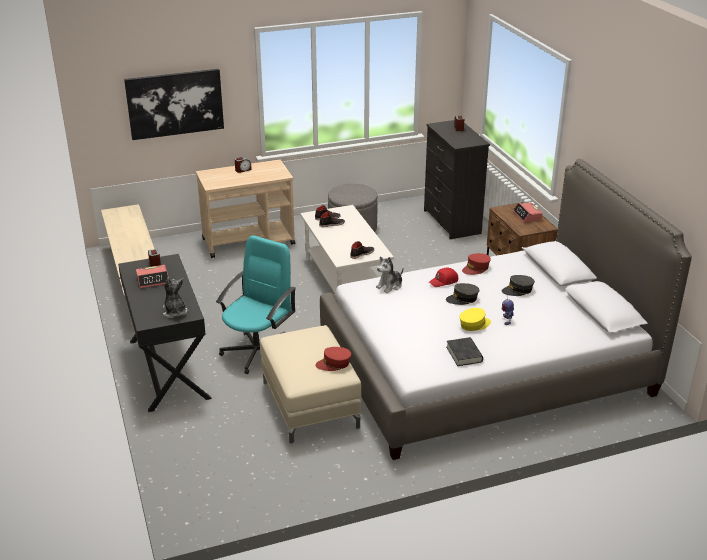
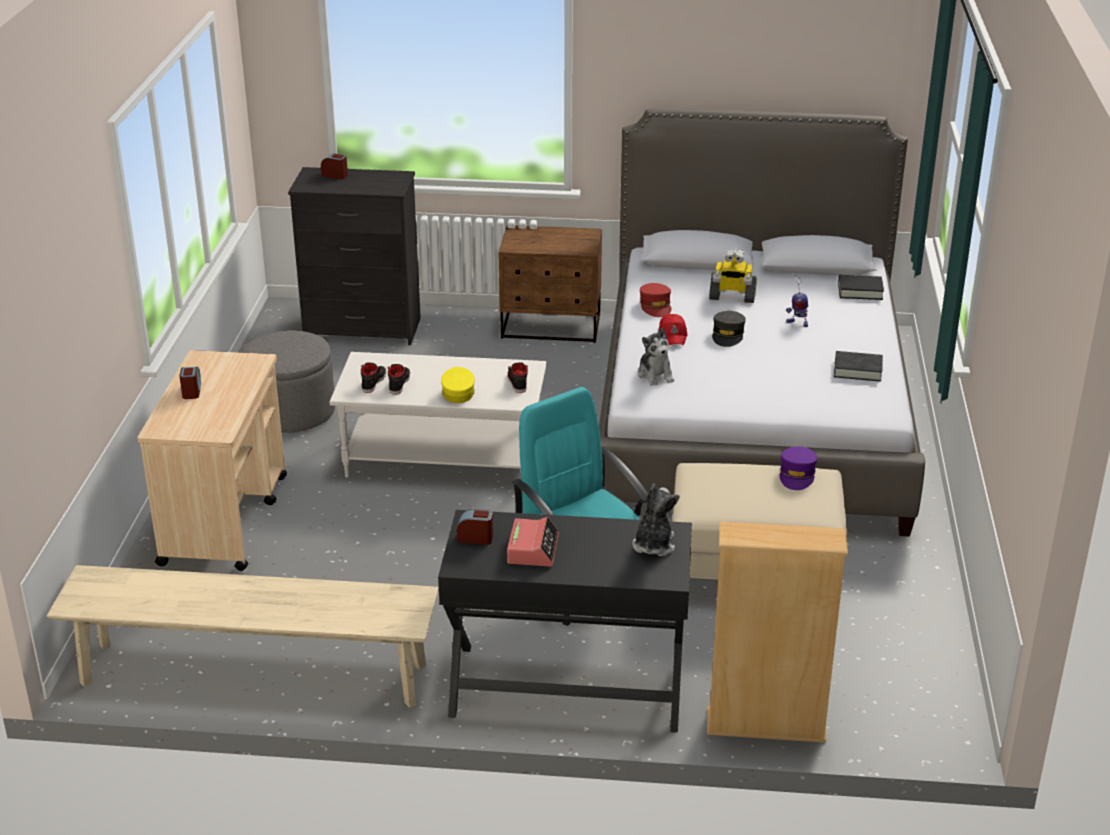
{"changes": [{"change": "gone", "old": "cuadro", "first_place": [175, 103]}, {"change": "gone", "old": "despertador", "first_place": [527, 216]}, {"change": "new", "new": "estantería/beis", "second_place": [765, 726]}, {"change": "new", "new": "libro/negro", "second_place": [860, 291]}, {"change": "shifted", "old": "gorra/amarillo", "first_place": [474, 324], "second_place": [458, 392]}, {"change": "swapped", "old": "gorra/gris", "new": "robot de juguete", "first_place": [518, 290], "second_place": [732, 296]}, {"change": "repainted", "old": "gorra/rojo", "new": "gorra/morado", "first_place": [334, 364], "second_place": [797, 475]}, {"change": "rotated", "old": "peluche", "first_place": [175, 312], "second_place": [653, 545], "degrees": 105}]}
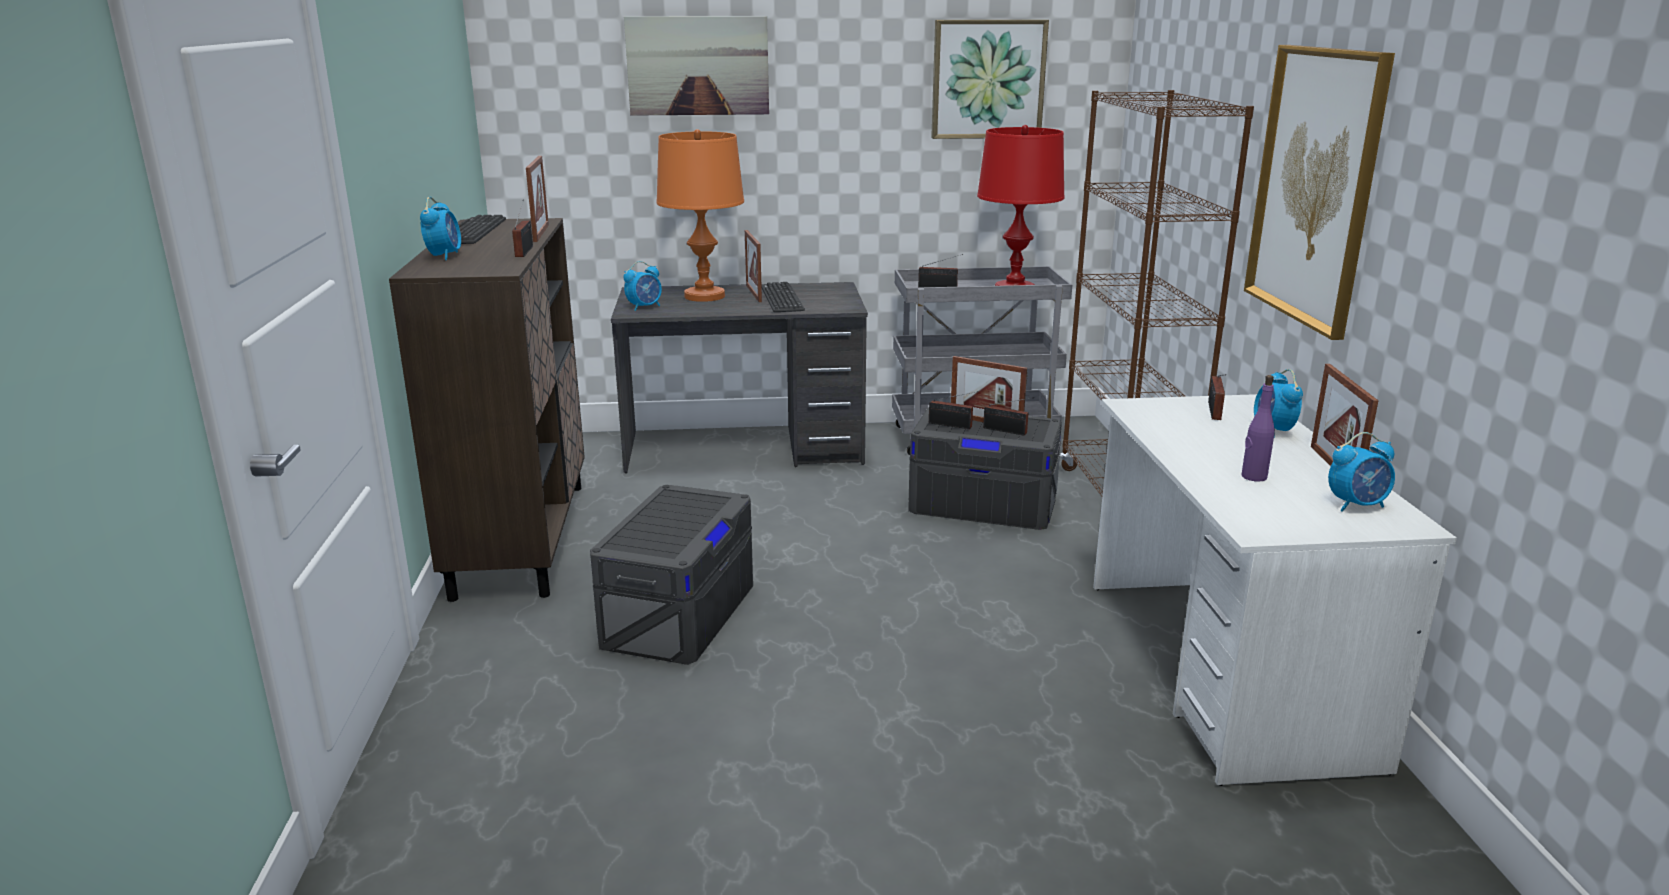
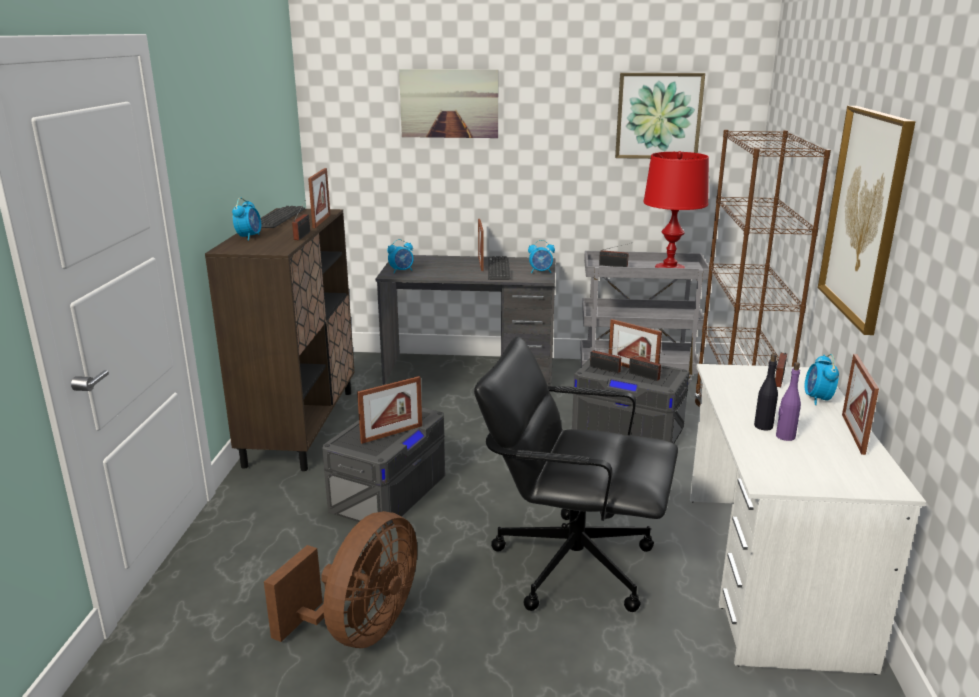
{"changes": [{"change": "gone", "old": "lámpara de mesa/naranja", "first_place": [704, 296]}, {"change": "new", "new": "ventilador/marrón", "second_place": [359, 629]}, {"change": "new", "new": "portarretratos", "second_place": [392, 434]}, {"change": "new", "new": "silla de oficina/negro", "second_place": [572, 563]}, {"change": "new", "new": "botella/negro", "second_place": [763, 426]}, {"change": "shifted", "old": "despertador", "first_place": [1357, 505], "second_place": [541, 272]}]}
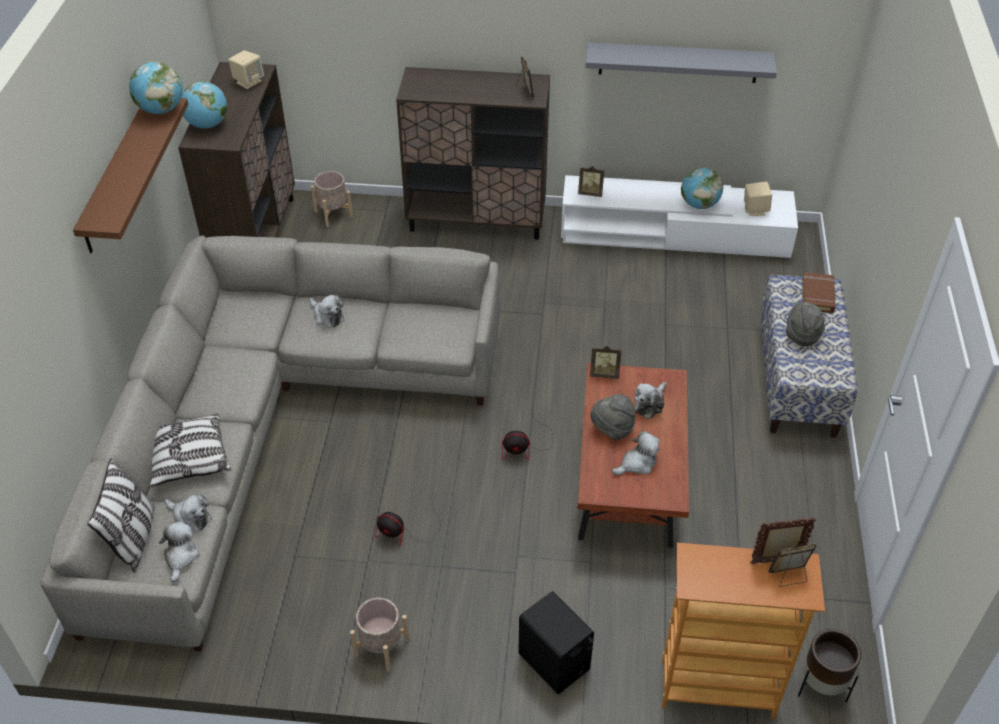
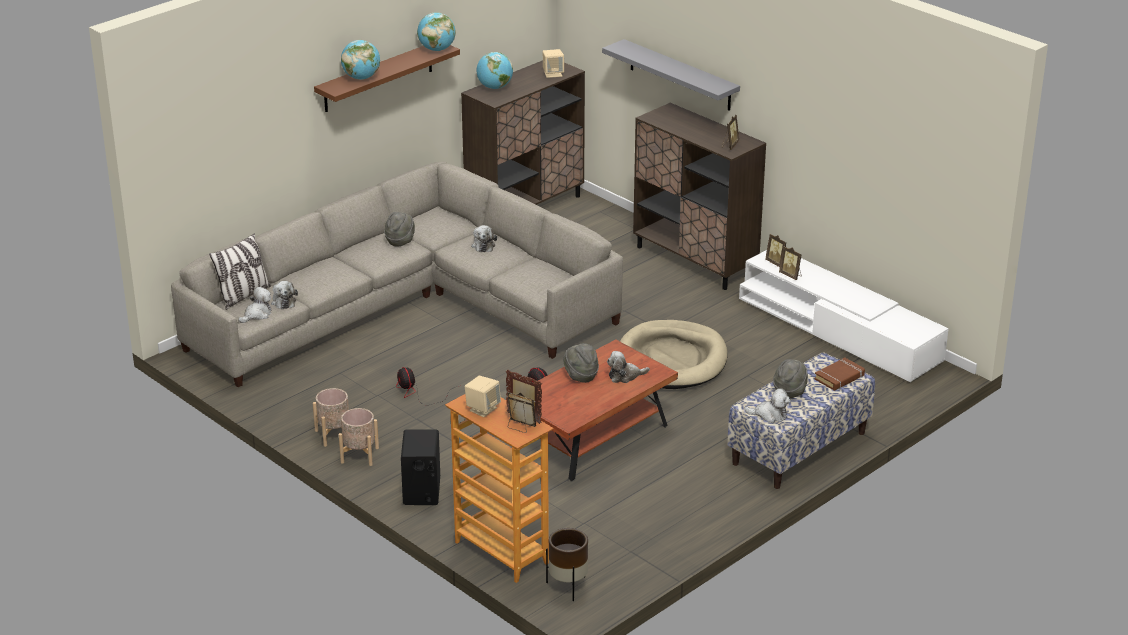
{"changes": [{"change": "gone", "old": "cojín", "first_place": [189, 459]}, {"change": "new", "new": "sombrero/gris", "second_place": [400, 240]}, {"change": "new", "new": "cama para perro/beis", "second_place": [671, 360]}, {"change": "shifted", "old": "maceta/beis", "first_place": [333, 214], "second_place": [360, 455]}, {"change": "shifted", "old": "estante/gris", "first_place": [678, 62], "second_place": [680, 75]}, {"change": "shifted", "old": "portarretratos", "first_place": [604, 373], "second_place": [791, 275]}, {"change": "shifted", "old": "peluche", "first_place": [637, 463], "second_place": [769, 415]}, {"change": "shifted", "old": "globo terráqueo", "first_place": [699, 204], "second_place": [361, 78]}, {"change": "shifted", "old": "altavoz/beis", "first_place": [755, 210], "second_place": [483, 409]}]}
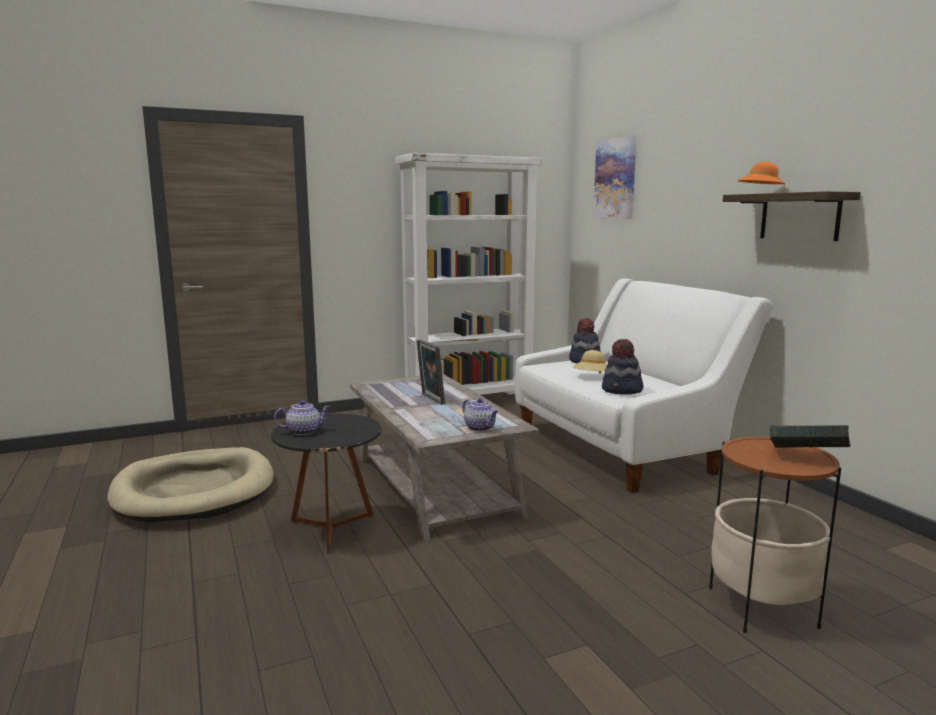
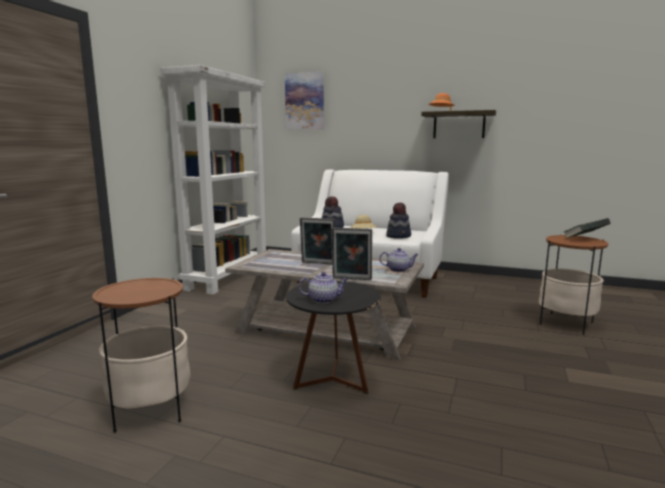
{"changes": [{"change": "new", "new": "portarretratos", "second_place": [351, 279]}, {"change": "swapped", "old": "cama para perro/beis", "new": "mesa auxiliar", "first_place": [194, 491], "second_place": [150, 410]}, {"change": "rotated", "old": "tetera", "first_place": [304, 431], "second_place": [324, 300], "degrees": 60}]}
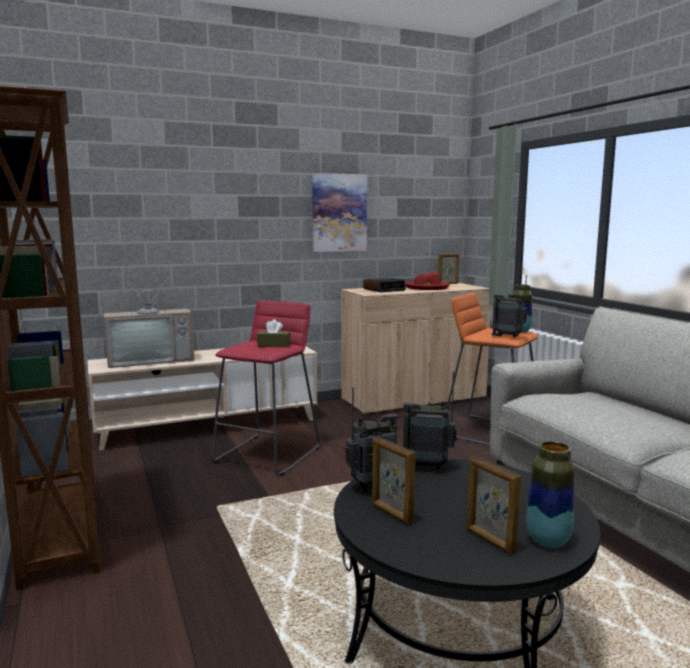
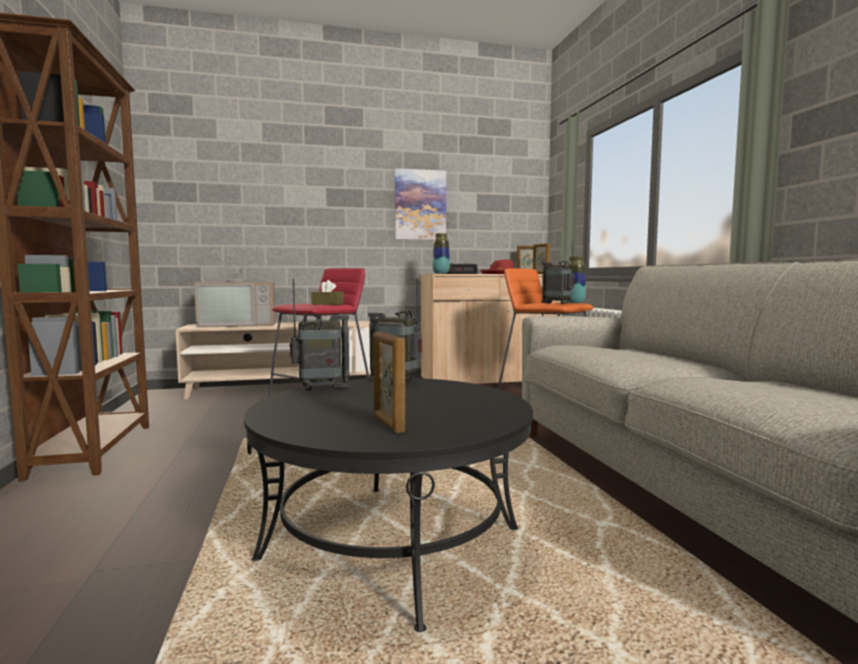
{"changes": [{"change": "shifted", "old": "portarretratos", "first_place": [391, 514], "second_place": [540, 274]}, {"change": "shifted", "old": "florero", "first_place": [548, 541], "second_place": [441, 273]}]}
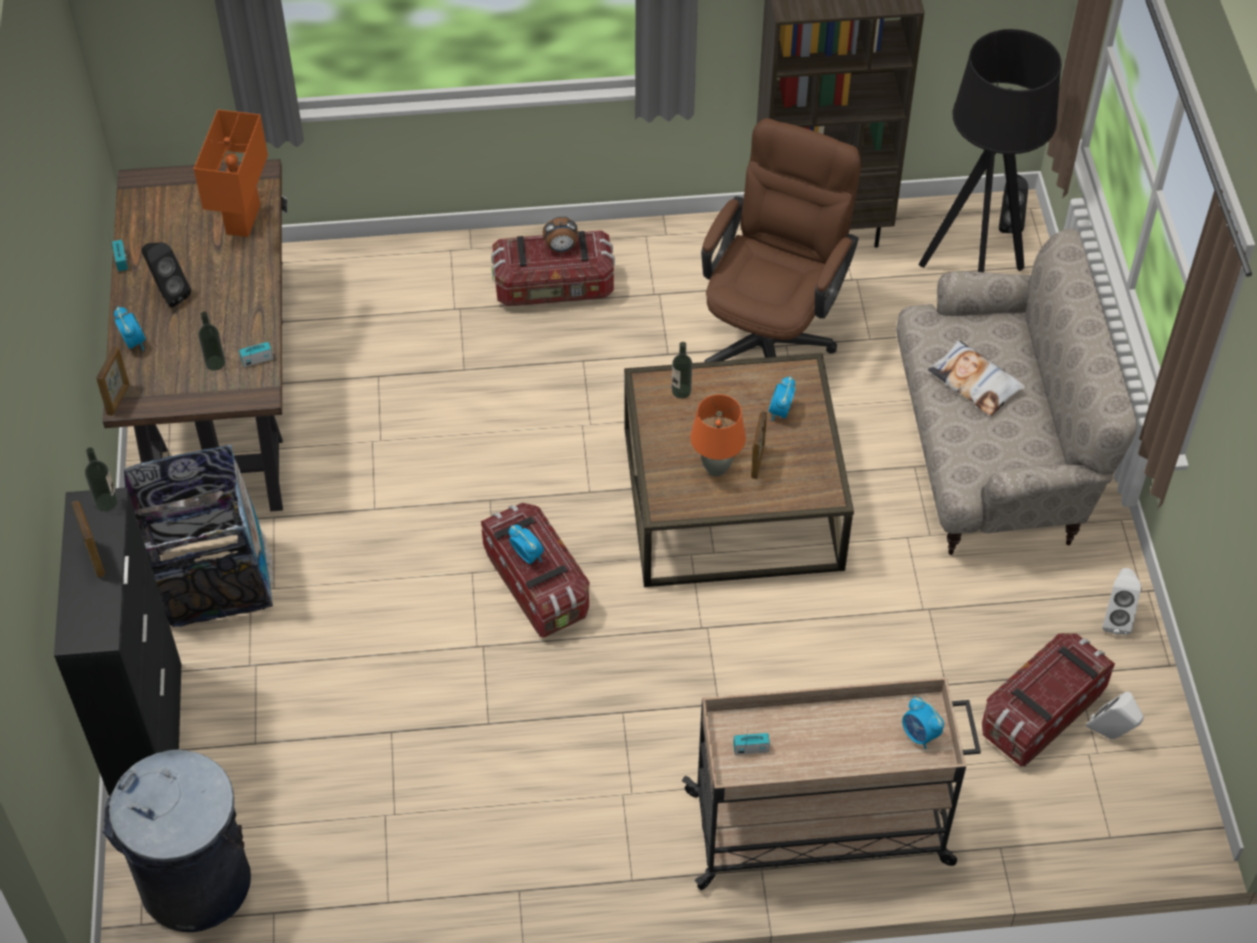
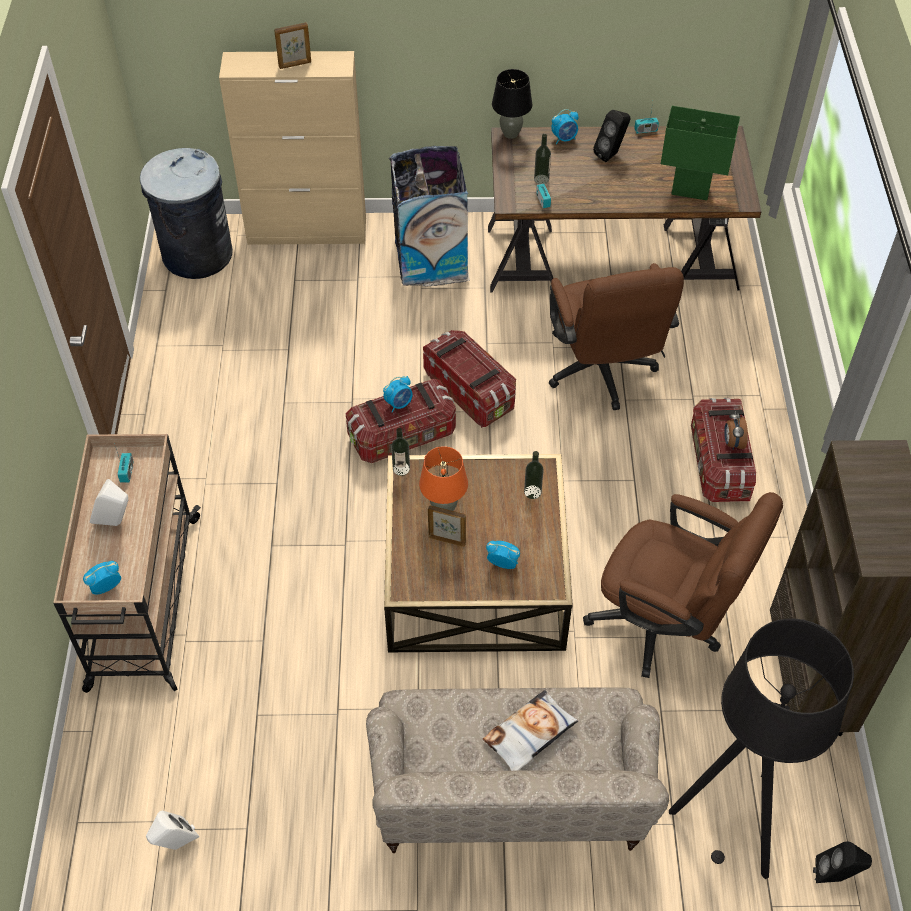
{"changes": [{"change": "new", "new": "silla de oficina/marrón", "second_place": [602, 374]}, {"change": "shifted", "old": "botella", "first_place": [106, 502], "second_place": [401, 469]}, {"change": "shifted", "old": "caja de almacenaje", "first_place": [1041, 713], "second_place": [470, 391]}, {"change": "shifted", "old": "altavoz/blanco", "first_place": [1116, 618], "second_place": [116, 523]}, {"change": "swapped", "old": "portarretratos", "new": "lámpara de mesa/negro", "first_place": [118, 399], "second_place": [510, 134]}, {"change": "repainted", "old": "armario/negro", "new": "armario/beis", "first_place": [151, 740], "second_place": [308, 231]}, {"change": "repainted", "old": "lámpara de mesa/naranja", "new": "lámpara de mesa/verde", "first_place": [243, 220], "second_place": [690, 191]}]}
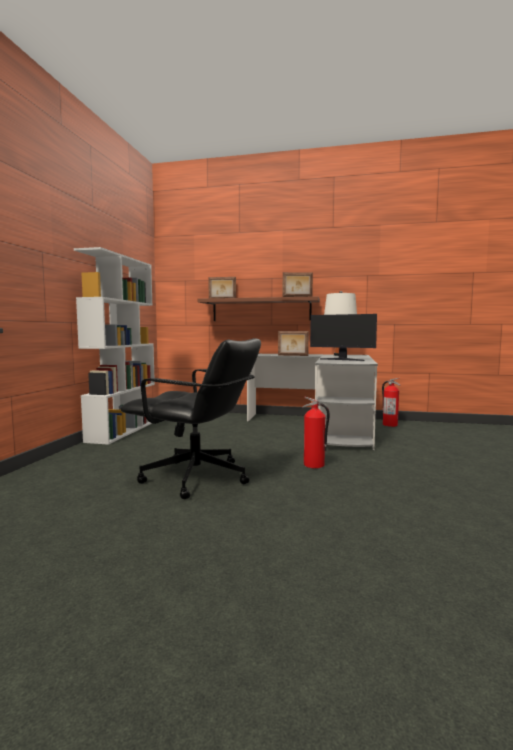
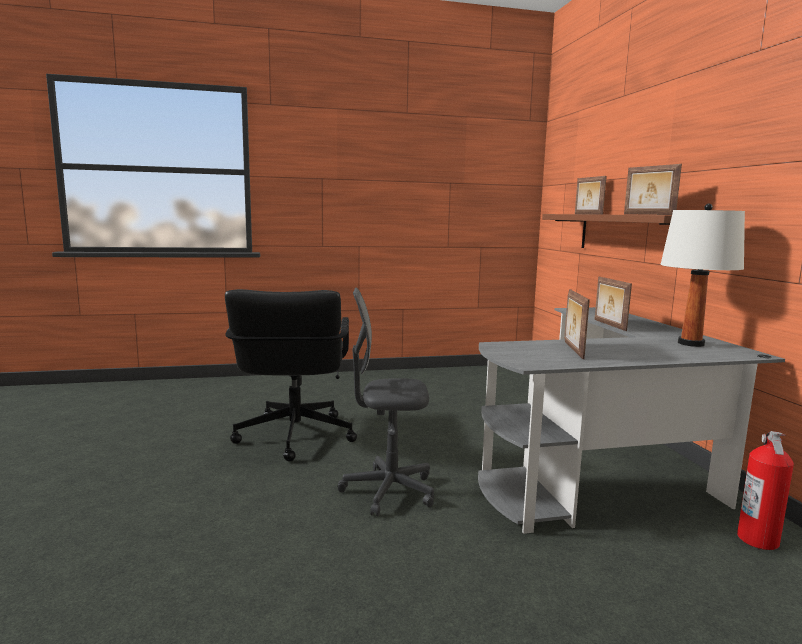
{"changes": [{"change": "gone", "old": "estantería/blanco", "first_place": [122, 431]}, {"change": "swapped", "old": "extintor", "new": "silla de oficina/gris", "first_place": [314, 465], "second_place": [388, 491]}, {"change": "swapped", "old": "monitor", "new": "portarretratos", "first_place": [342, 359], "second_place": [572, 350]}]}
